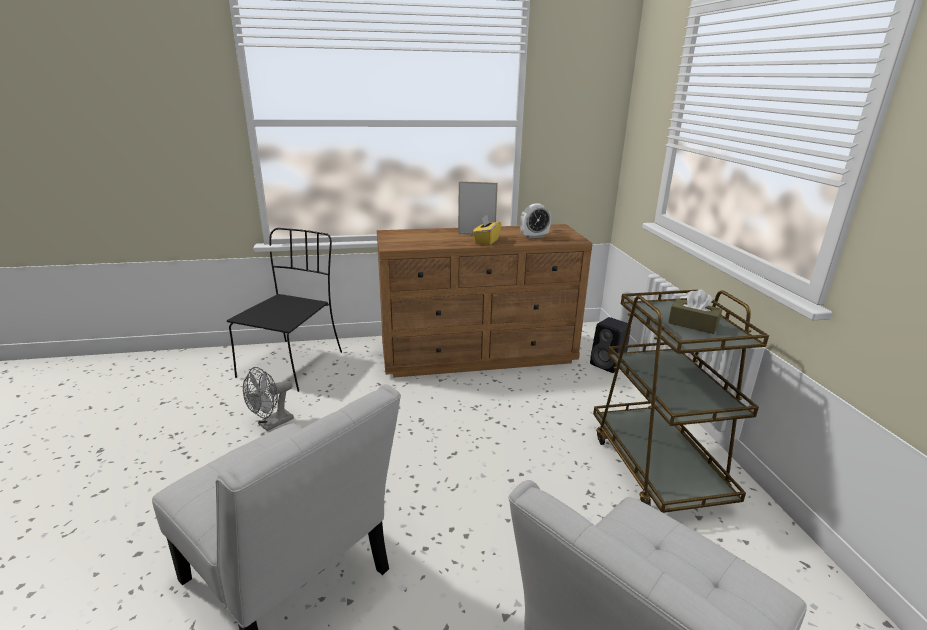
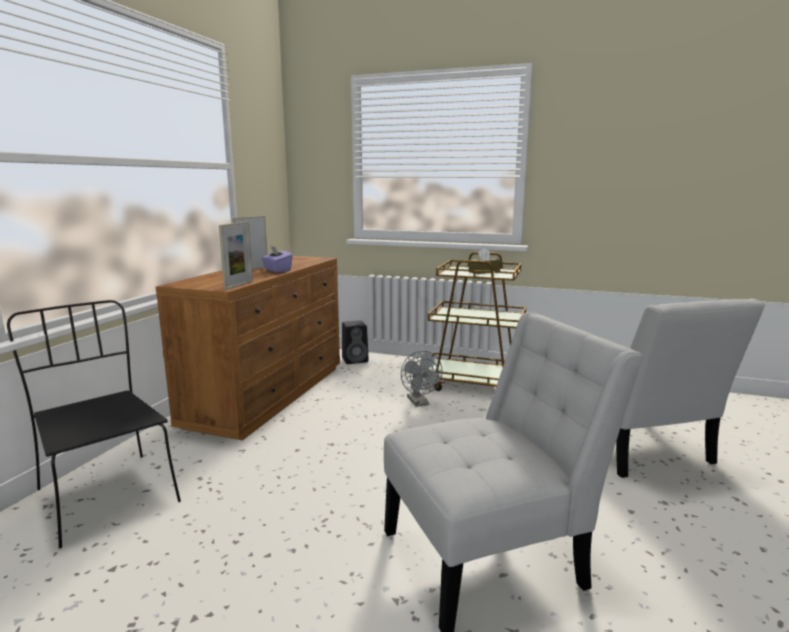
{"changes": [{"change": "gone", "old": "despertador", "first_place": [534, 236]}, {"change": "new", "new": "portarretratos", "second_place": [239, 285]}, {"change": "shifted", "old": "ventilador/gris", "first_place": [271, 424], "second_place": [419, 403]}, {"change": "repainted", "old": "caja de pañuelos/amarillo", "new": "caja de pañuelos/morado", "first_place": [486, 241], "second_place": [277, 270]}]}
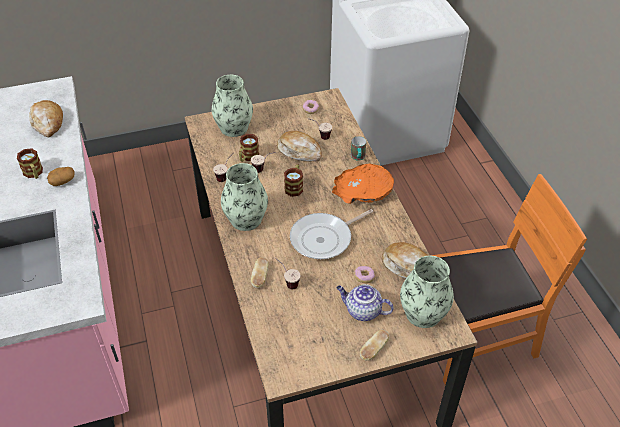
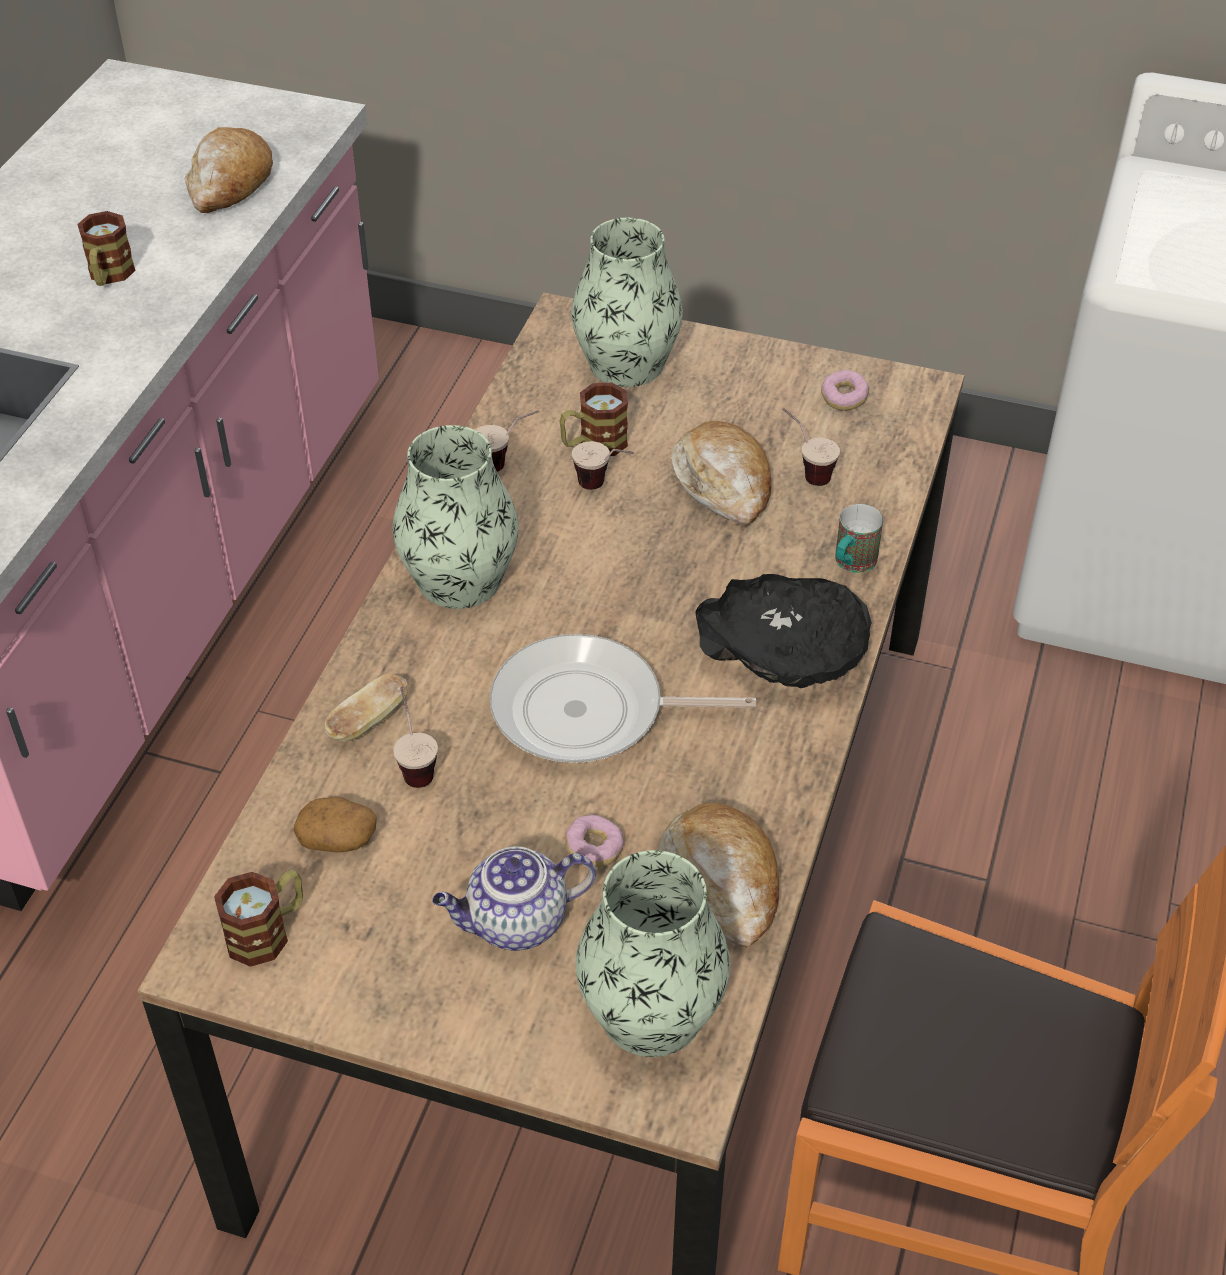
{"changes": [{"change": "gone", "old": "pan", "first_place": [374, 349]}, {"change": "shifted", "old": "patata", "first_place": [63, 181], "second_place": [338, 838]}, {"change": "shifted", "old": "taza grande", "first_place": [294, 186], "second_place": [268, 931]}, {"change": "repainted", "old": "cuenco/naranja", "new": "cuenco/negro", "first_place": [362, 192], "second_place": [784, 650]}, {"change": "rotated", "old": "tetera", "first_place": [362, 311], "second_place": [515, 923], "degrees": -75}]}
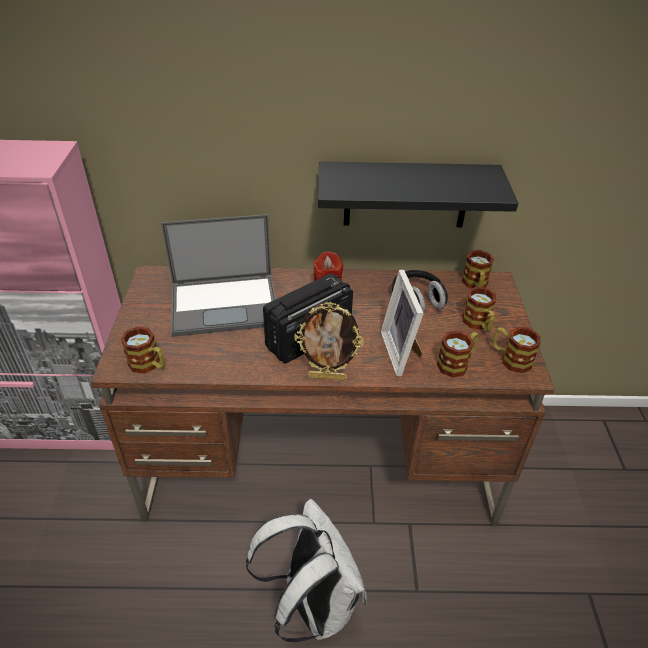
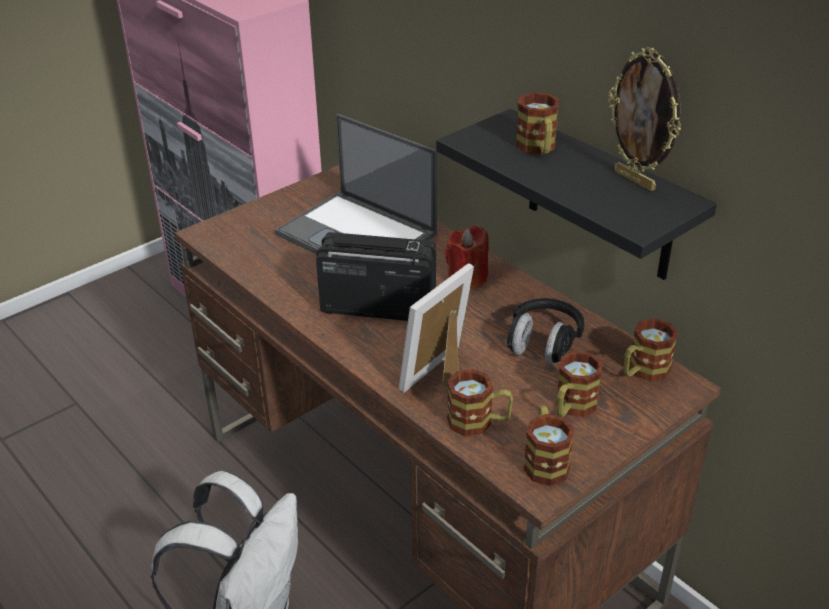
{"changes": [{"change": "shifted", "old": "taza grande", "first_place": [149, 365], "second_place": [538, 148]}, {"change": "shifted", "old": "portarretratos", "first_place": [327, 377], "second_place": [636, 180]}]}
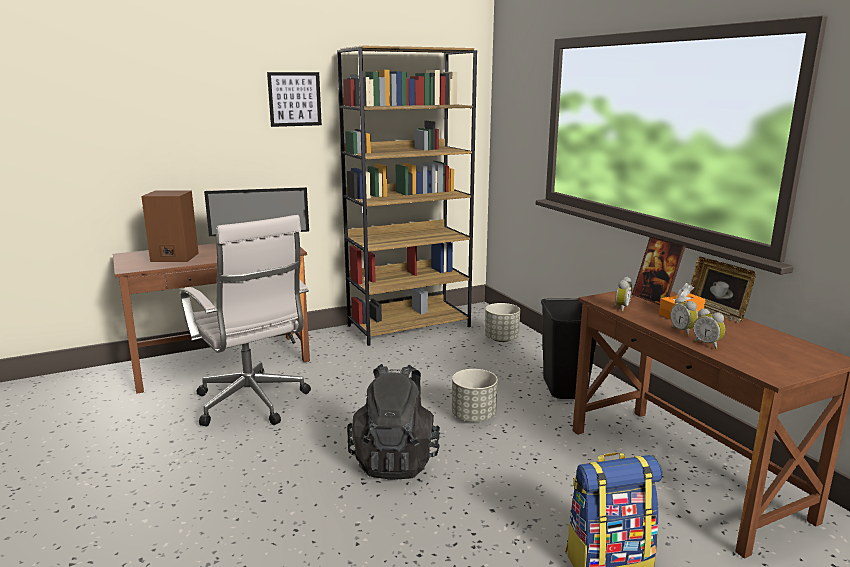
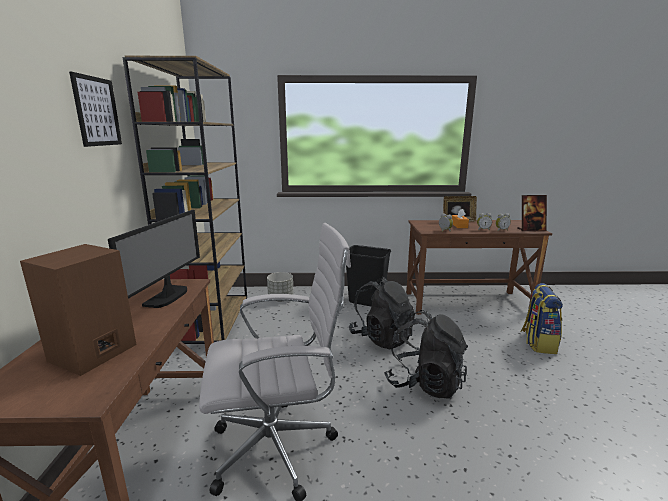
{"changes": [{"change": "shifted", "old": "portarretratos", "first_place": [654, 299], "second_place": [531, 230]}, {"change": "swapped", "old": "maceta/gris", "new": "mochila/negro", "first_place": [474, 416], "second_place": [381, 338]}]}
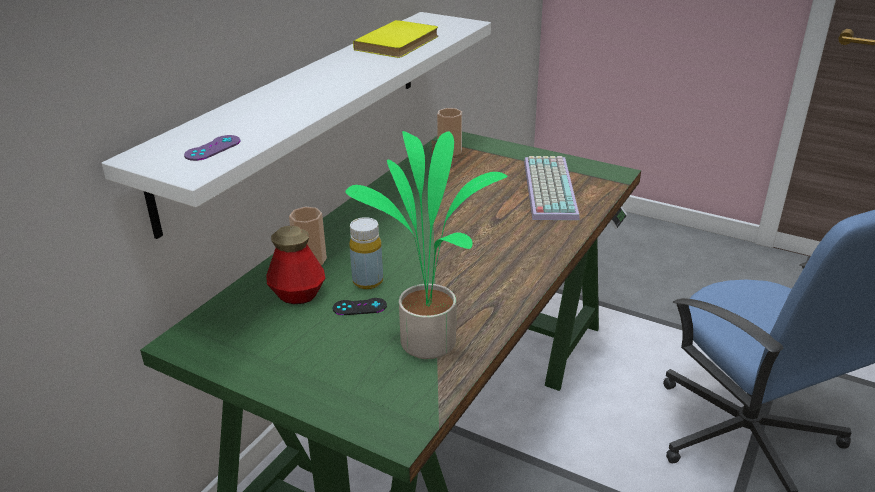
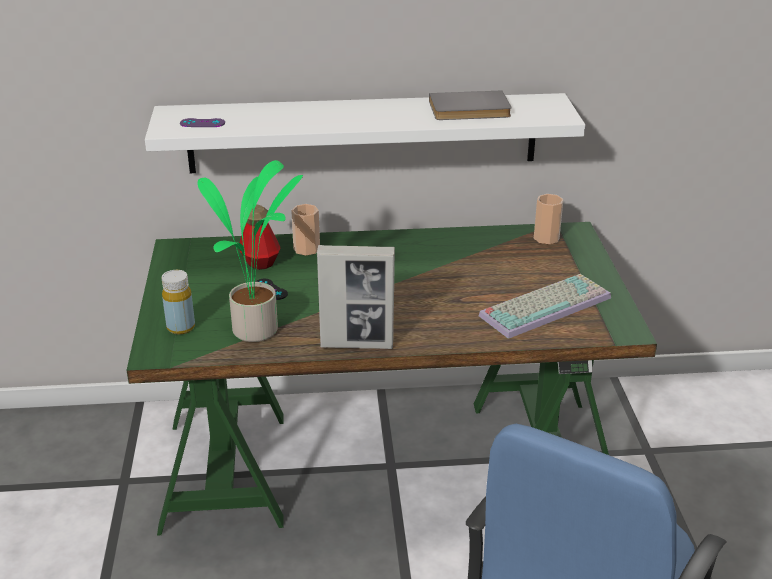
{"changes": [{"change": "new", "new": "portarretratos", "second_place": [357, 344]}, {"change": "shifted", "old": "botella/amarillo", "first_place": [368, 281], "second_place": [181, 327]}, {"change": "repainted", "old": "libro/amarillo", "new": "libro/gris", "first_place": [400, 43], "second_place": [470, 110]}]}
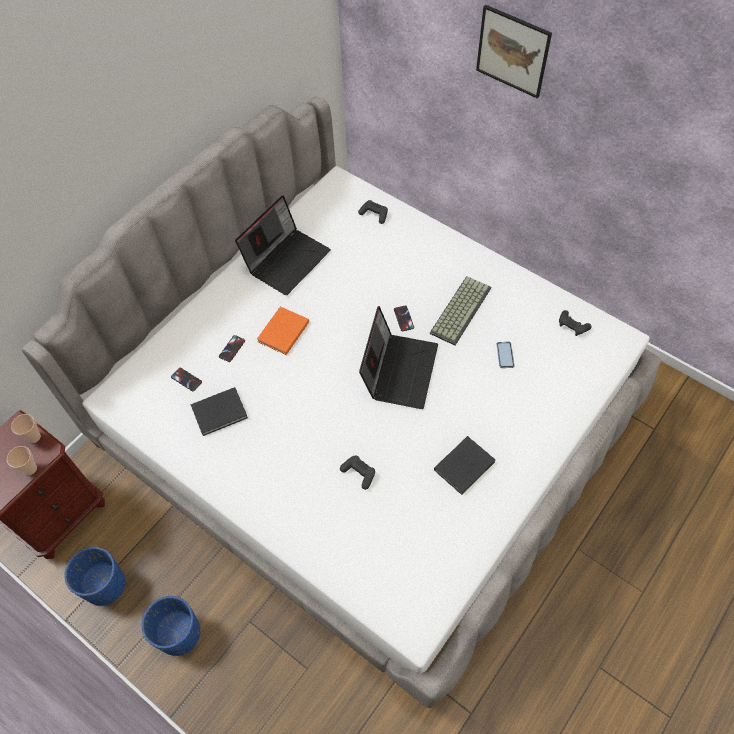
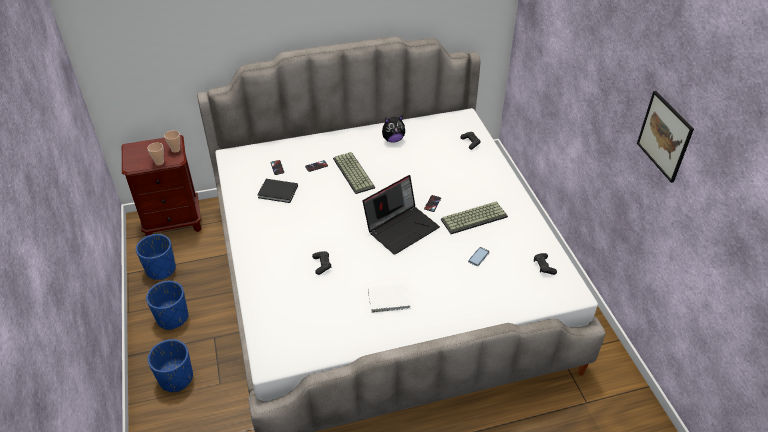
{"changes": [{"change": "new", "new": "maceta/azul", "second_place": [176, 378]}, {"change": "shifted", "old": "cuadro", "first_place": [513, 51], "second_place": [664, 136]}, {"change": "swapped", "old": "portátil", "new": "peluche", "first_place": [287, 259], "second_place": [393, 139]}, {"change": "swapped", "old": "libro/naranja", "new": "teclado", "first_place": [282, 332], "second_place": [352, 173]}, {"change": "repainted", "old": "libro/negro", "new": "libro/blanco", "first_place": [466, 465], "second_place": [390, 299]}]}
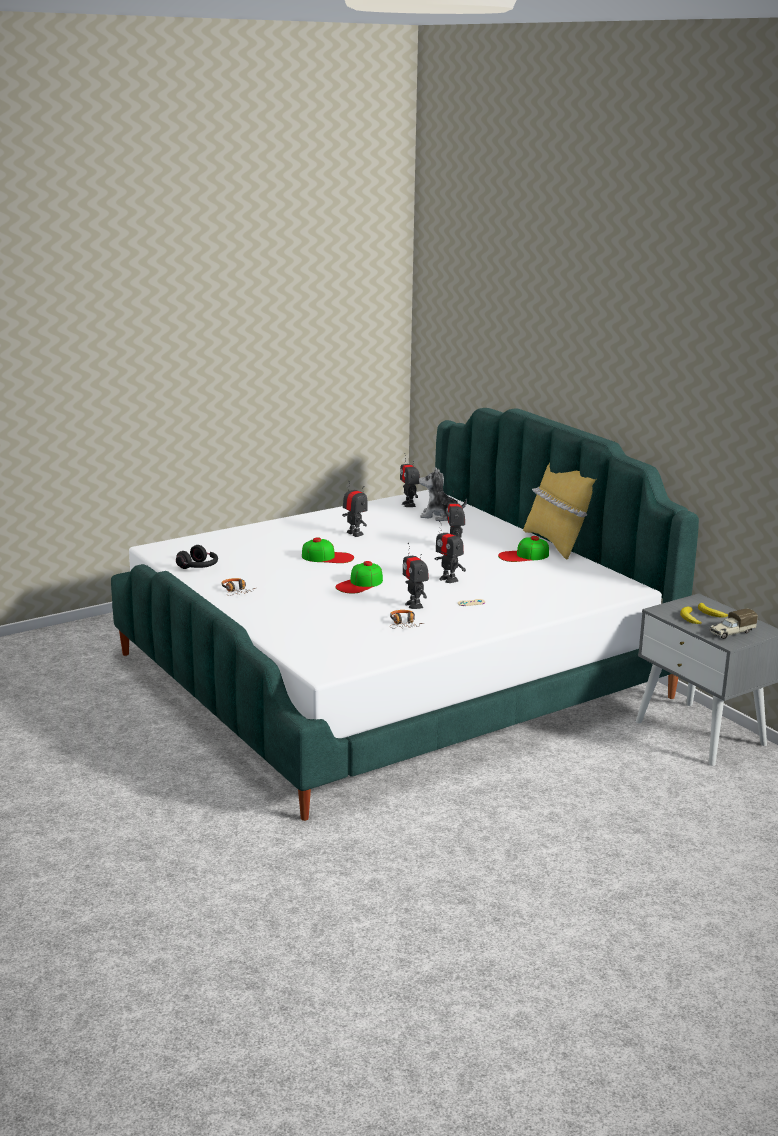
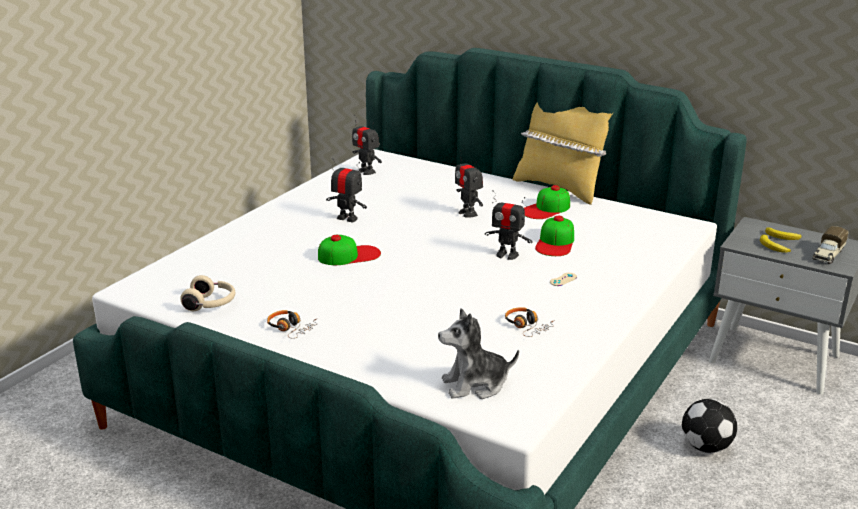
{"changes": [{"change": "gone", "old": "robot de juguete", "first_place": [414, 605]}, {"change": "new", "new": "balón de fútbol", "second_place": [706, 447]}, {"change": "shifted", "old": "gorra", "first_place": [360, 584], "second_place": [555, 242]}, {"change": "shifted", "old": "peluche", "first_place": [439, 516], "second_place": [475, 385]}, {"change": "repainted", "old": "auriculares/negro", "new": "auriculares/beis", "first_place": [199, 567], "second_place": [211, 304]}]}
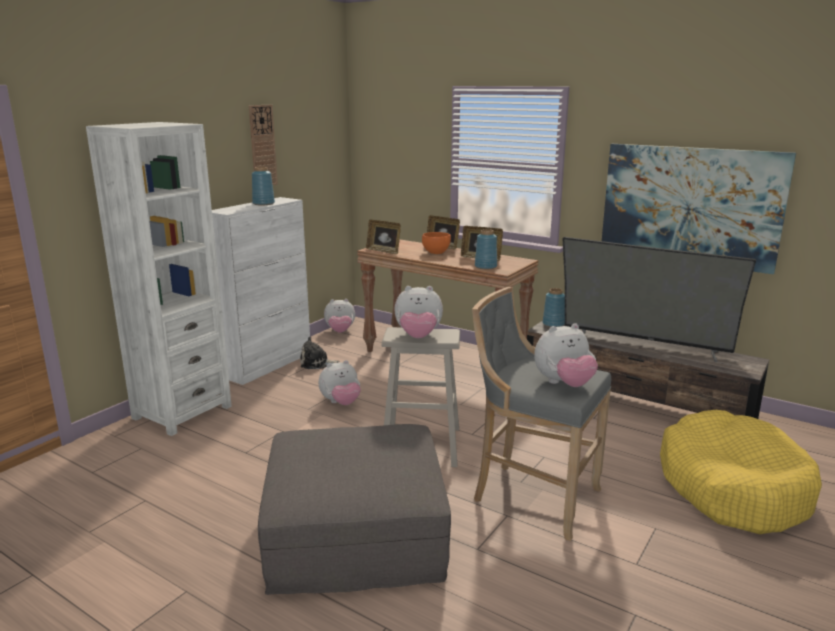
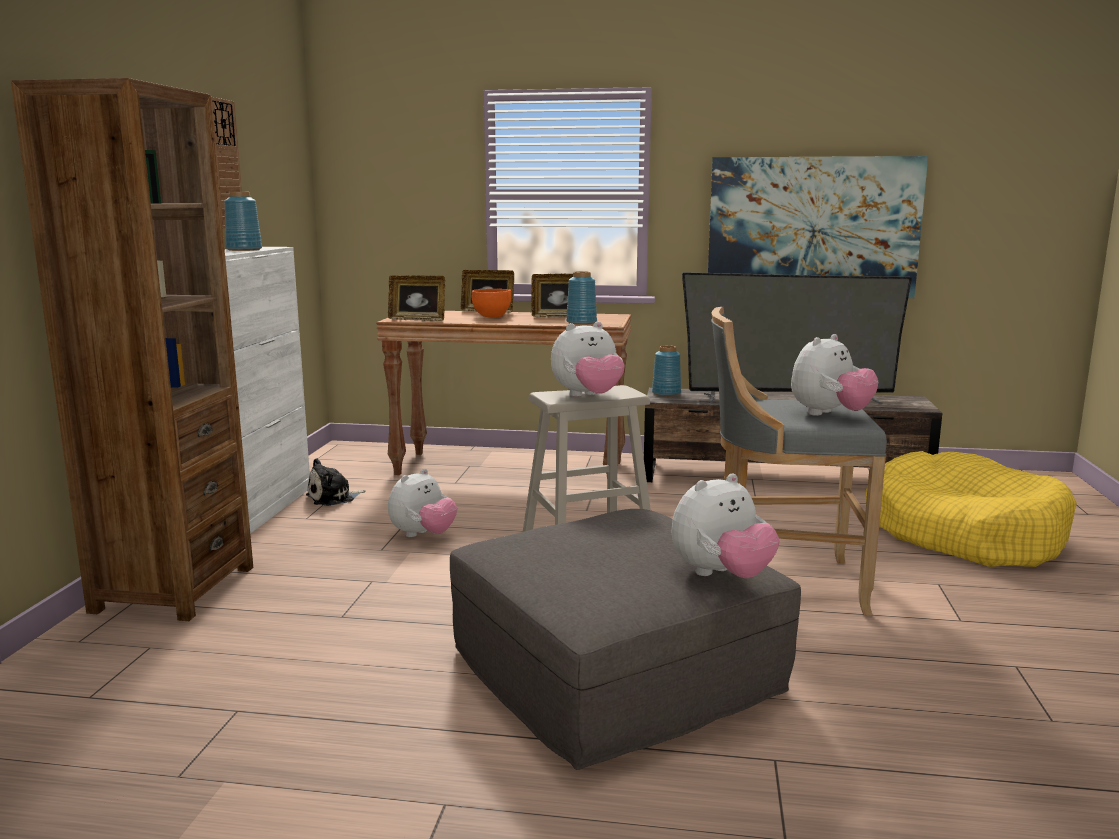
{"changes": [{"change": "shifted", "old": "peluche", "first_place": [340, 332], "second_place": [721, 575]}, {"change": "repainted", "old": "estantería/blanco", "new": "estantería/marrón", "first_place": [182, 412], "second_place": [174, 589]}]}
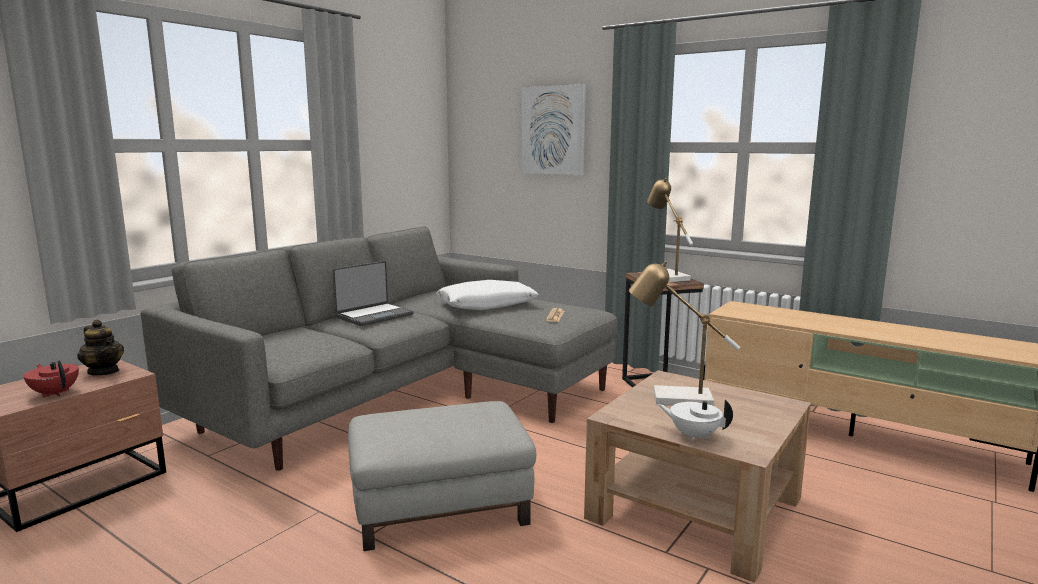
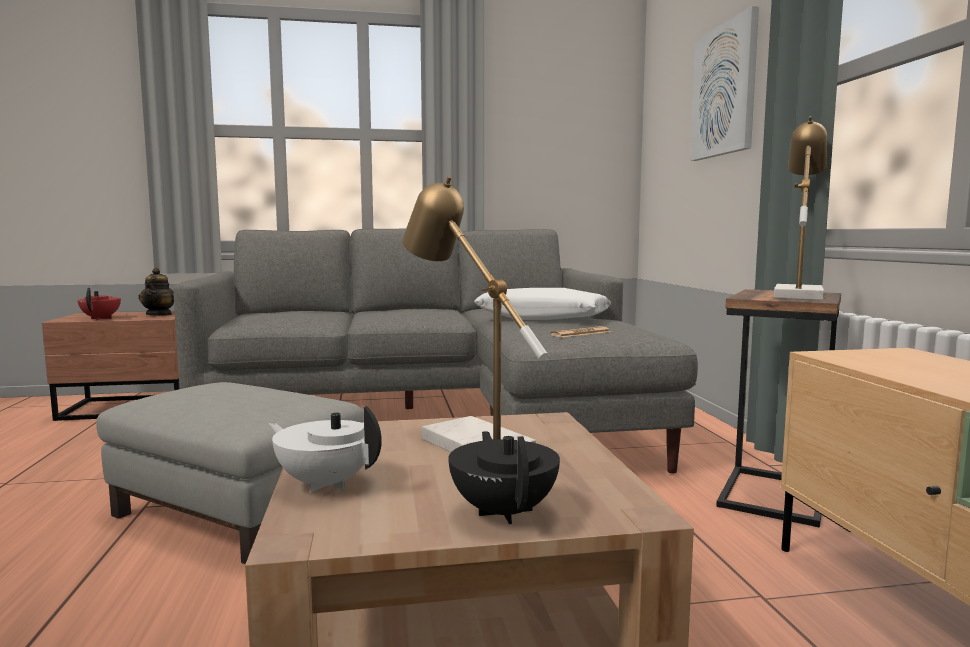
{"changes": [{"change": "gone", "old": "portátil", "first_place": [374, 316]}, {"change": "new", "new": "tetera/negro", "second_place": [504, 511]}, {"change": "rotated", "old": "tetera/blanco", "first_place": [693, 435], "second_place": [325, 483], "degrees": -45}]}
